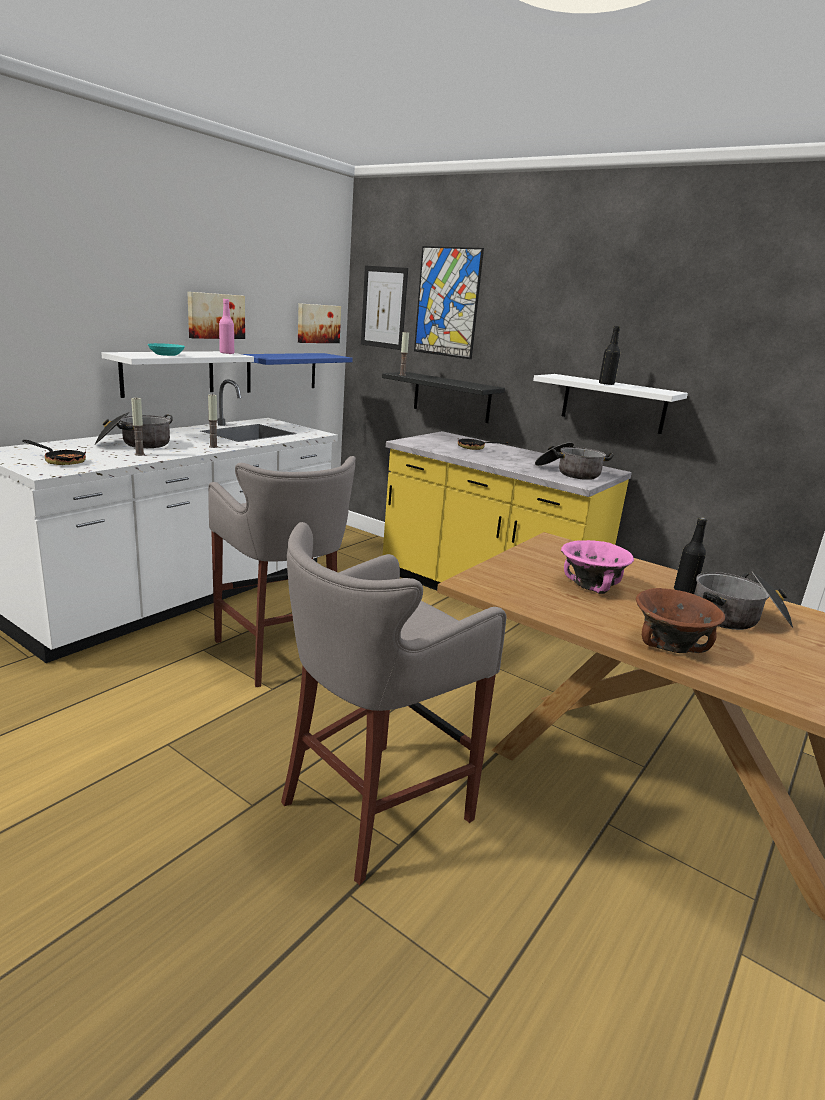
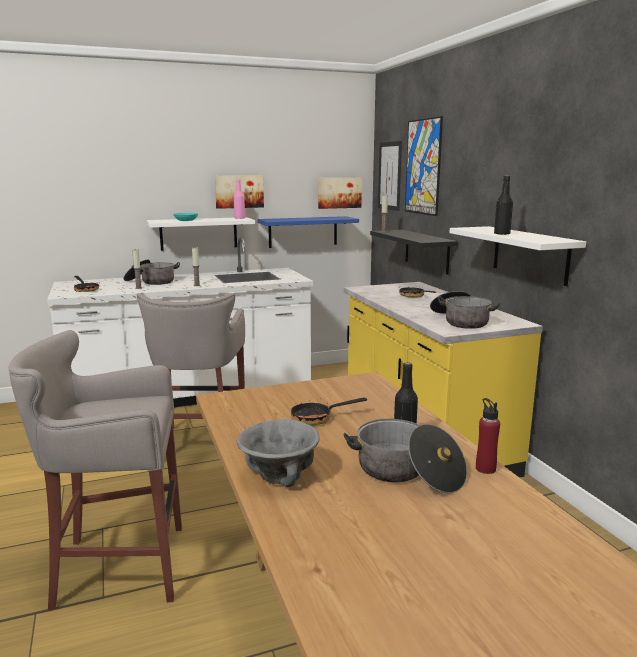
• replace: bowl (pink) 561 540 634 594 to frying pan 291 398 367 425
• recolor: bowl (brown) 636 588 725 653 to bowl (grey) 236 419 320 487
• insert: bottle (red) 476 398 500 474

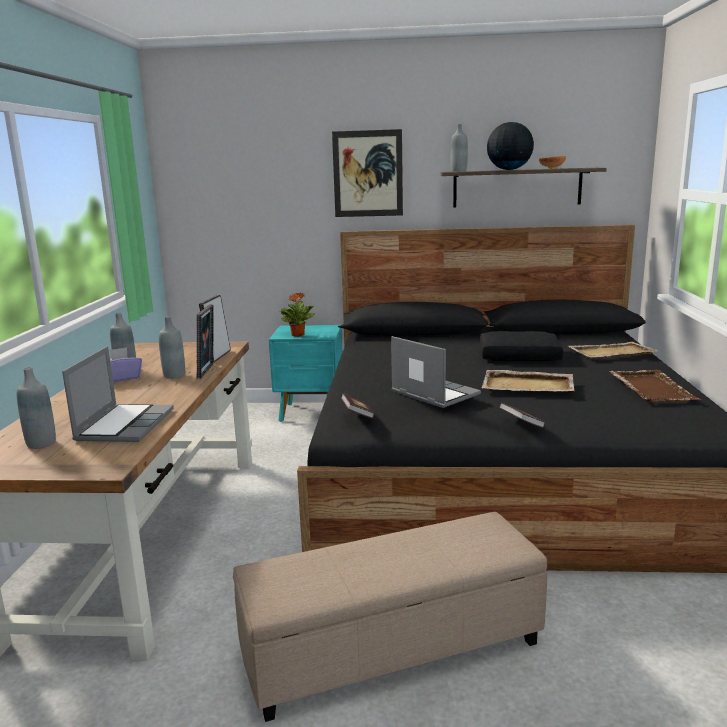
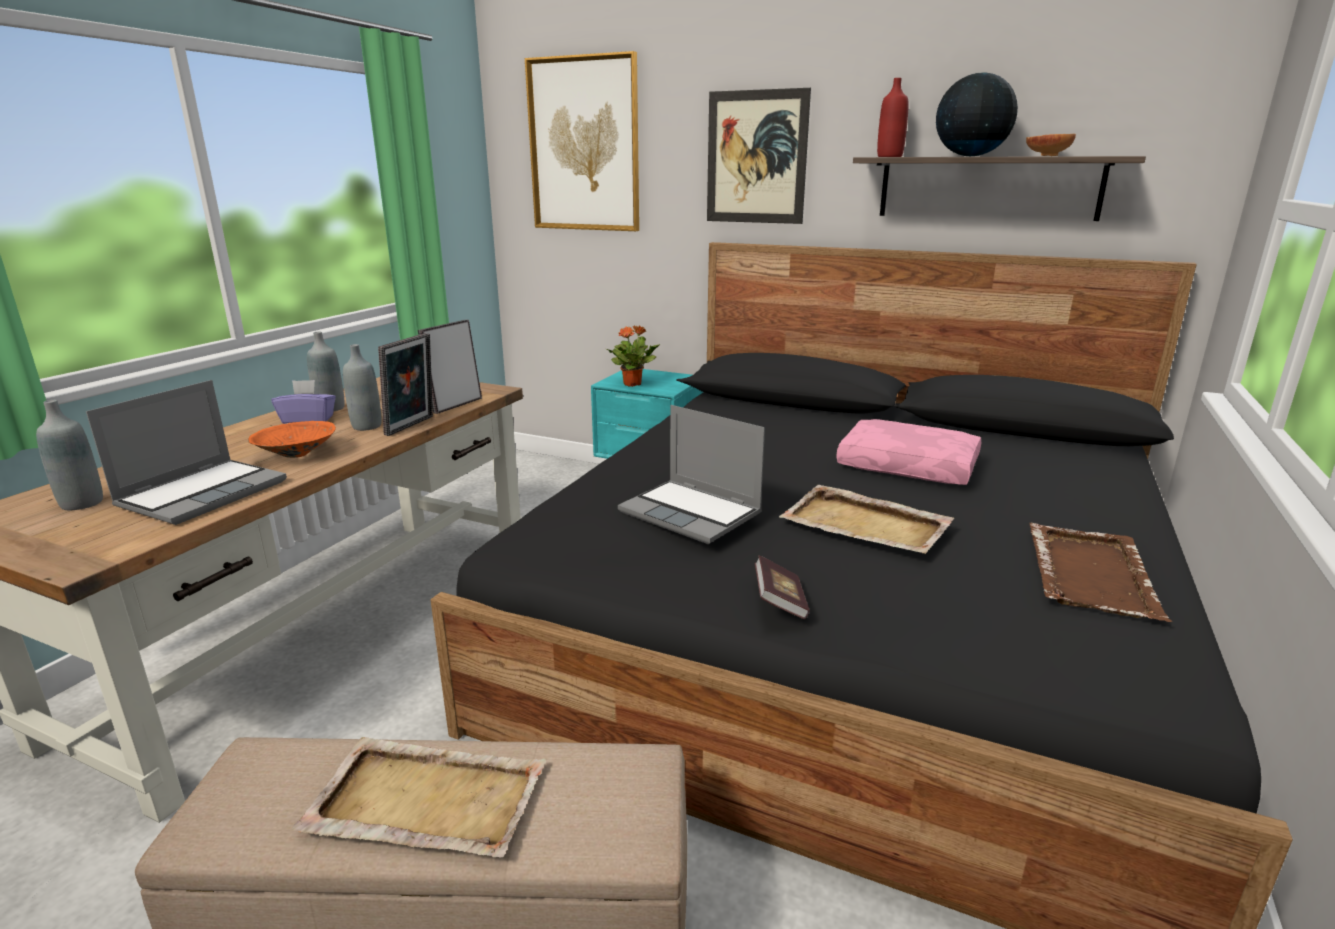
• delete: book 341 393 375 419
• rotate: laptop 391 336 481 408 = 618 405 765 544 150 degrees clockwise
• recolor: bottle (grey) 451 124 468 172 to bottle (red) 877 78 909 157
• recolor: pillow (black) 480 331 563 361 to pillow (pink) 836 419 981 485
• move: tray (beige) 568 342 658 358 to 292 737 546 857
• insert: bowl (orange) 248 421 336 458
• insert: picture 525 51 639 231

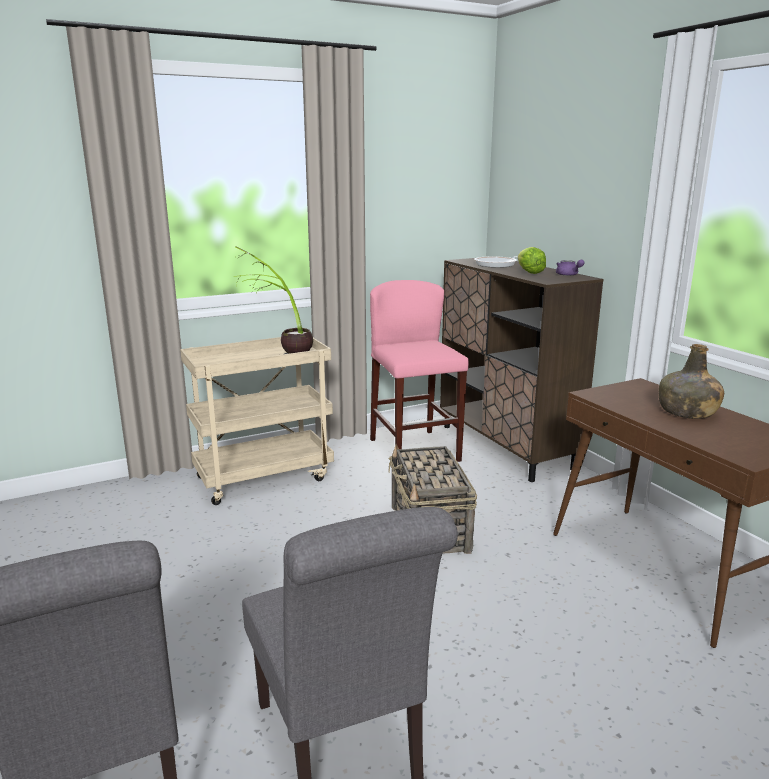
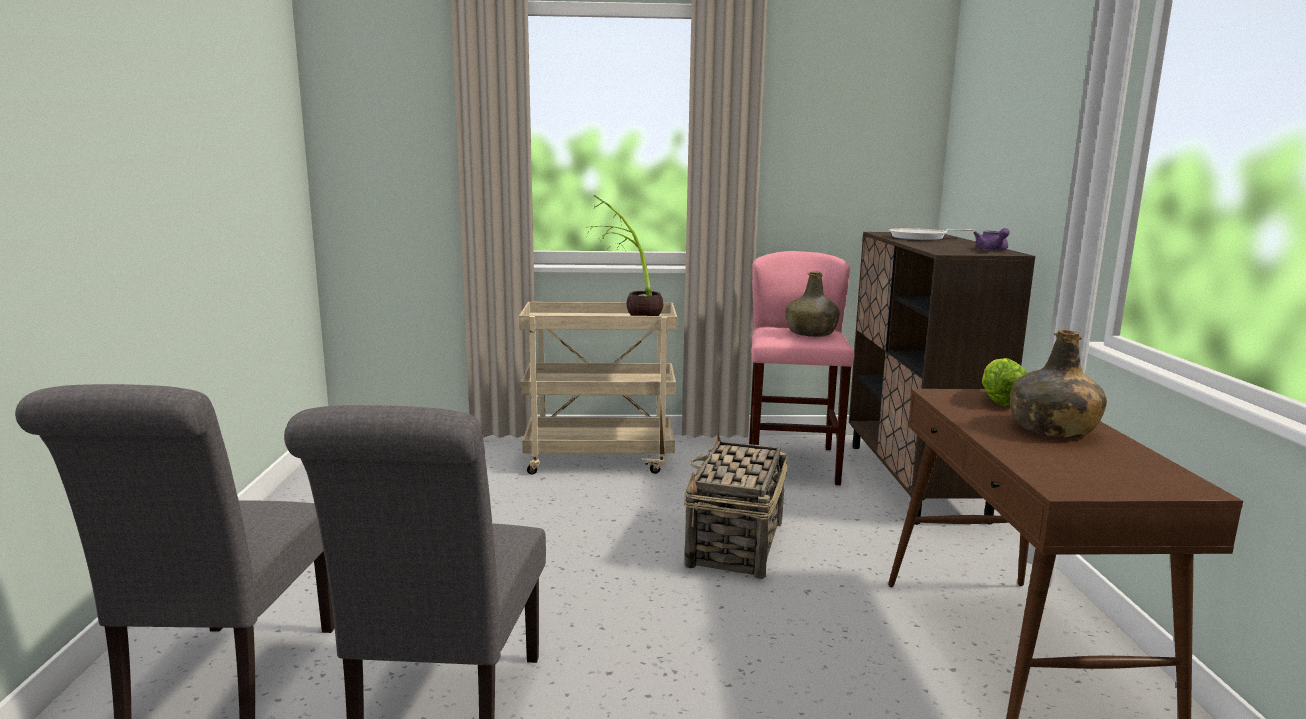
• move: lettuce 518 247 546 274 to 982 358 1027 406
• insert: bottle (green) 786 271 840 337

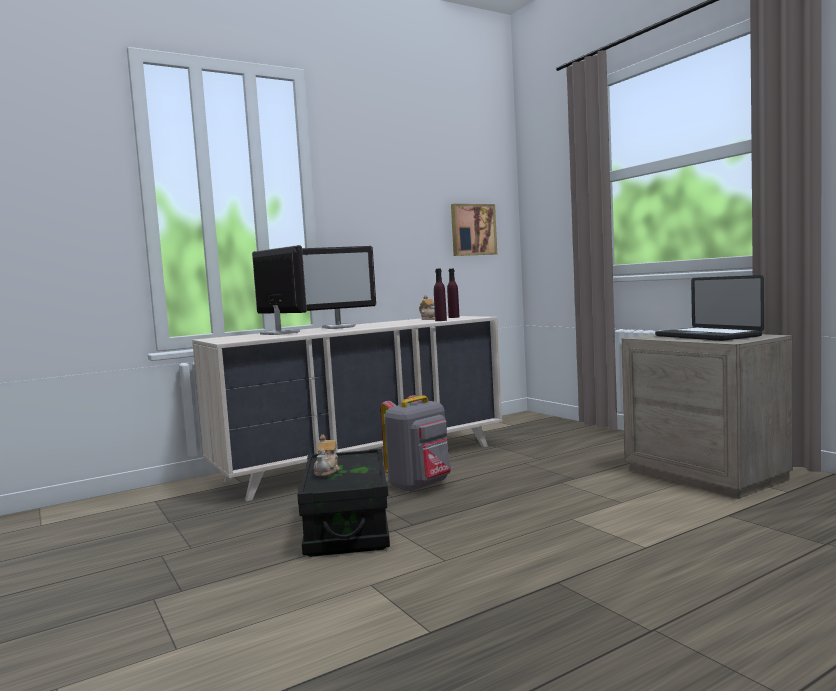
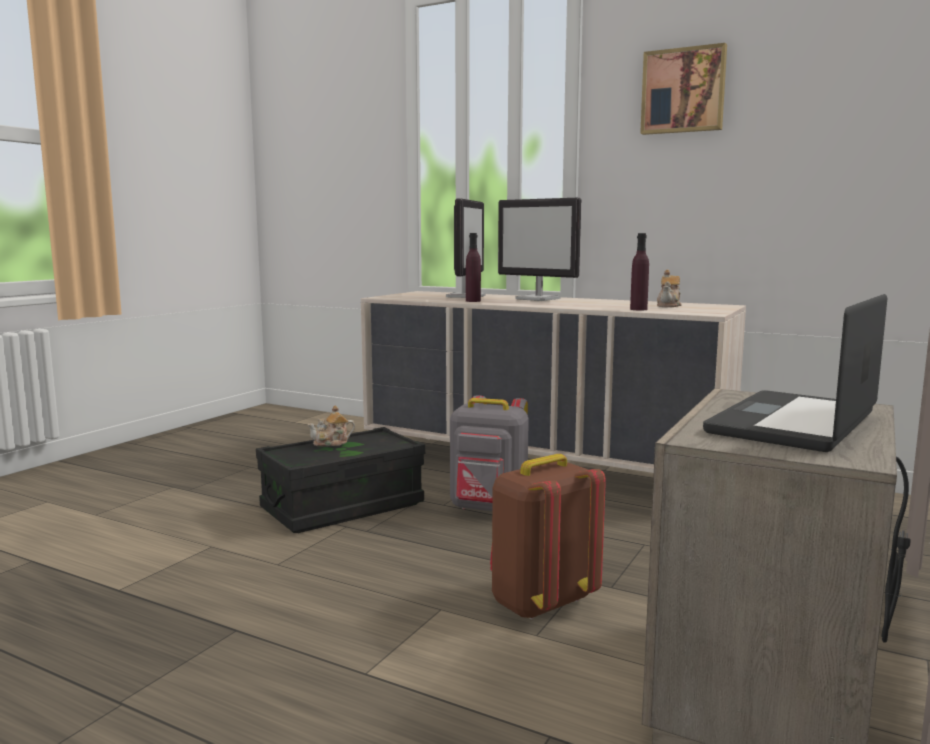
• move: bottle (purple) 447 269 459 318 to 466 233 481 302
• move: picture 451 204 497 256 to 640 43 727 135
• insert: backpack (brown) 490 454 606 620

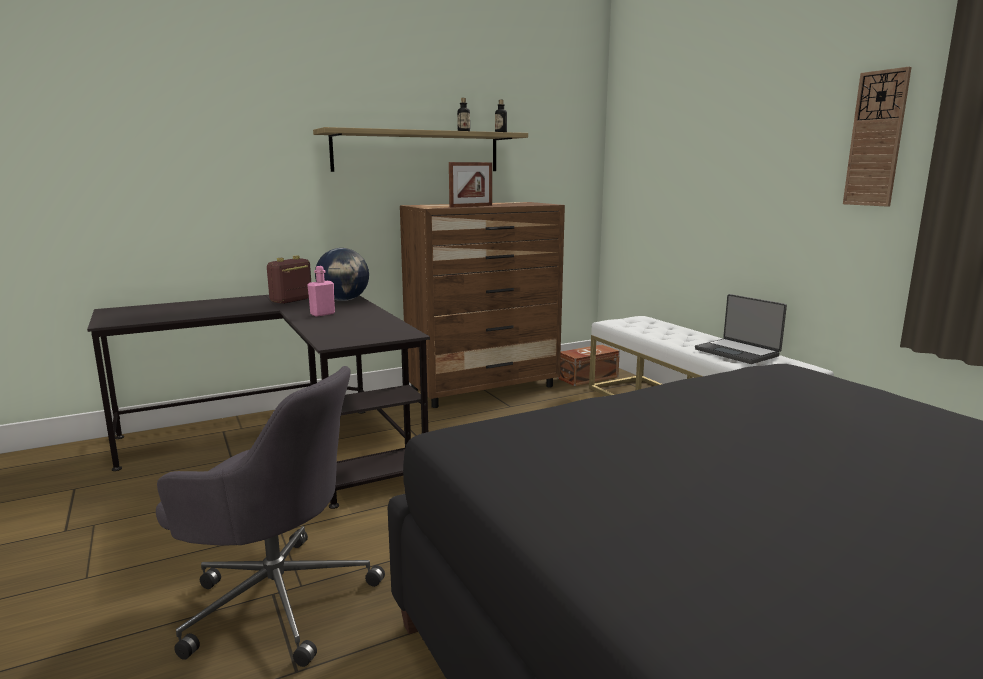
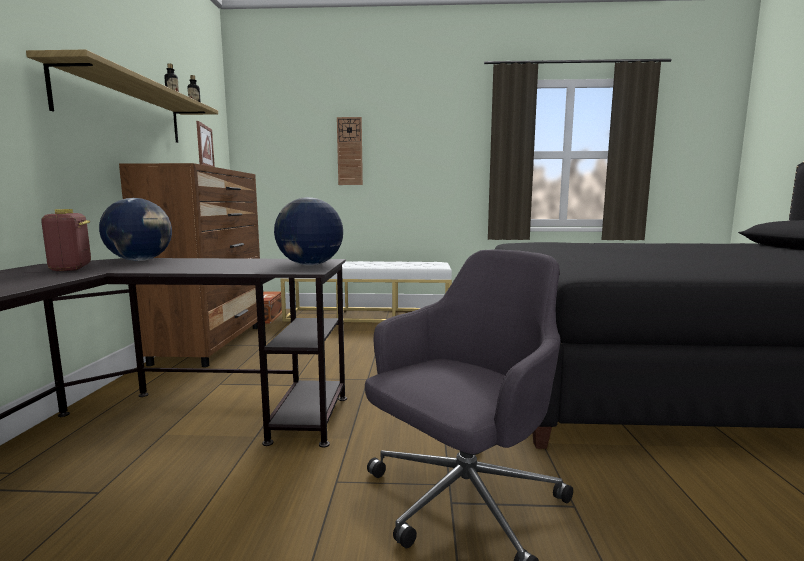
• delete: bottle (pink) 307 266 335 317
• delete: laptop 695 294 787 364
• move: wall clock 843 67 912 207 to 337 117 363 185
• insert: globe 274 197 343 266

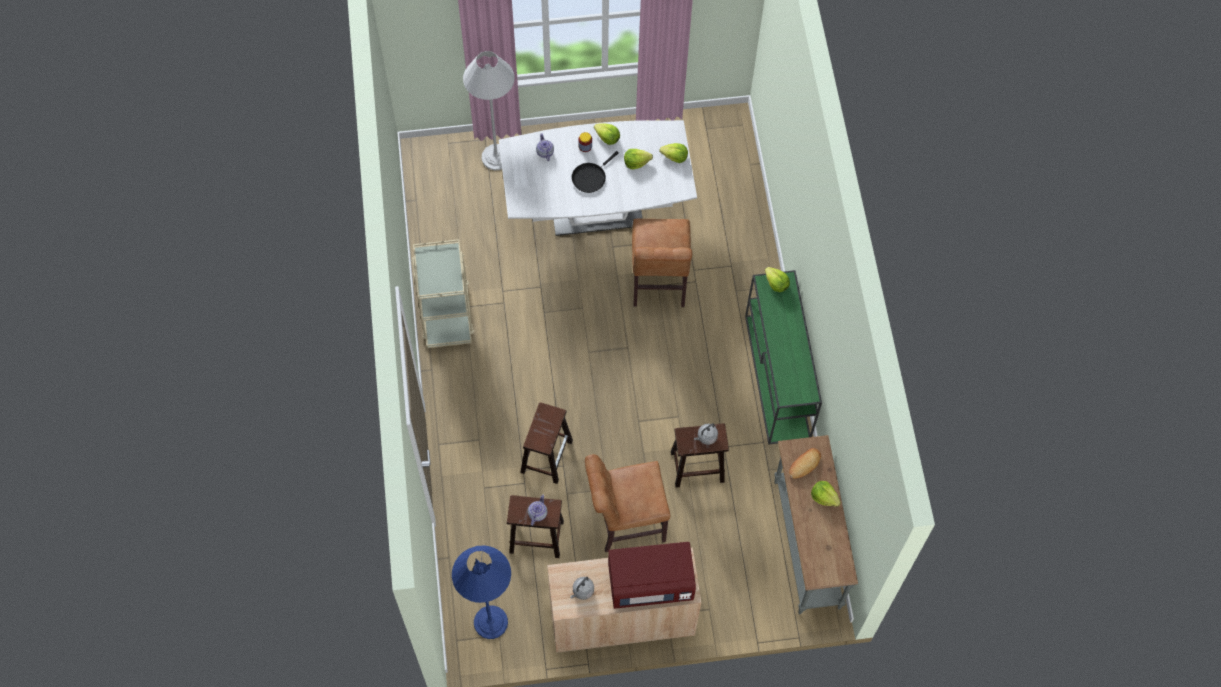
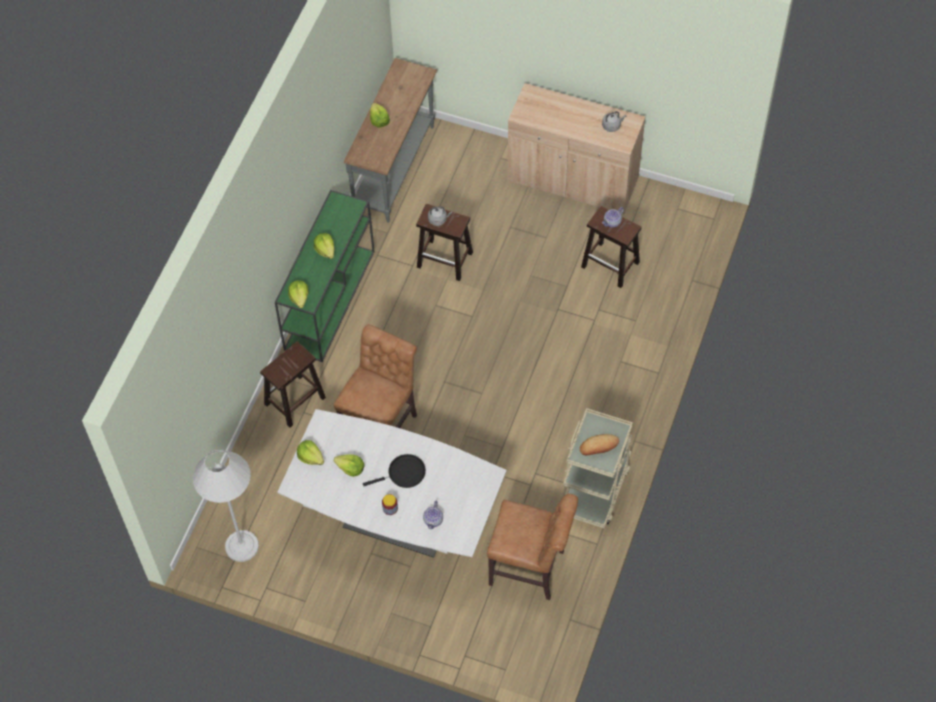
• delete: floor lamp (blue) 452 546 511 639
• move: floor lamp (white) 463 51 515 170 to 193 450 259 562
• move: stool (brown) 520 402 573 484 to 260 342 326 428
• move: chair (brown) 585 454 670 552 to 487 493 578 600
• move: lettuce 594 124 620 145 to 314 233 334 259
• delete: microwave (red) 608 542 696 609
• move: bread 789 448 821 478 to 580 434 620 455

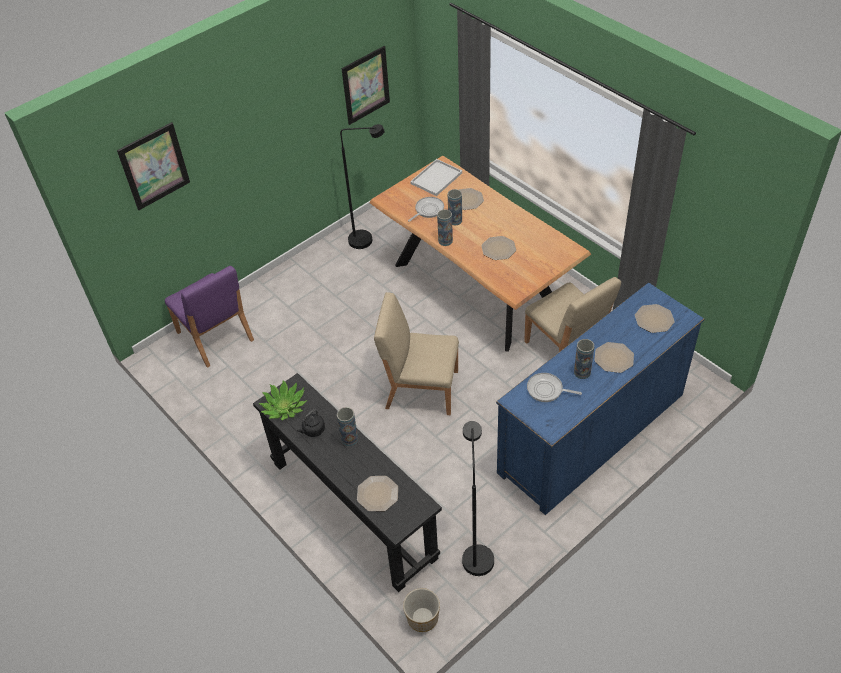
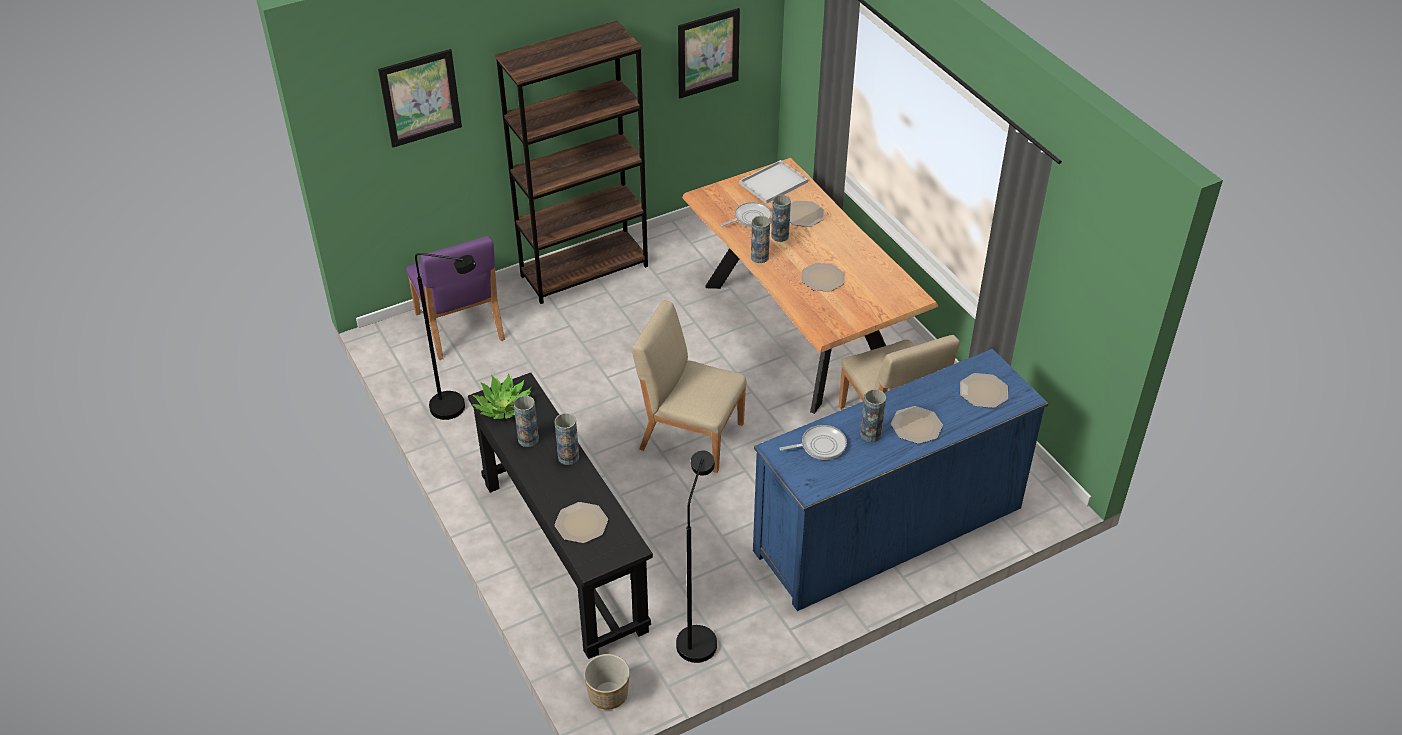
• replace: kettle (black) 297 410 325 437 to vase 514 396 539 447
• move: floor lamp (black) 340 124 385 249 to 415 253 476 420
• rotate: frying pan 527 373 582 402 = 779 425 847 460 135 degrees clockwise
• insert: bookcase (brown) 495 20 648 304

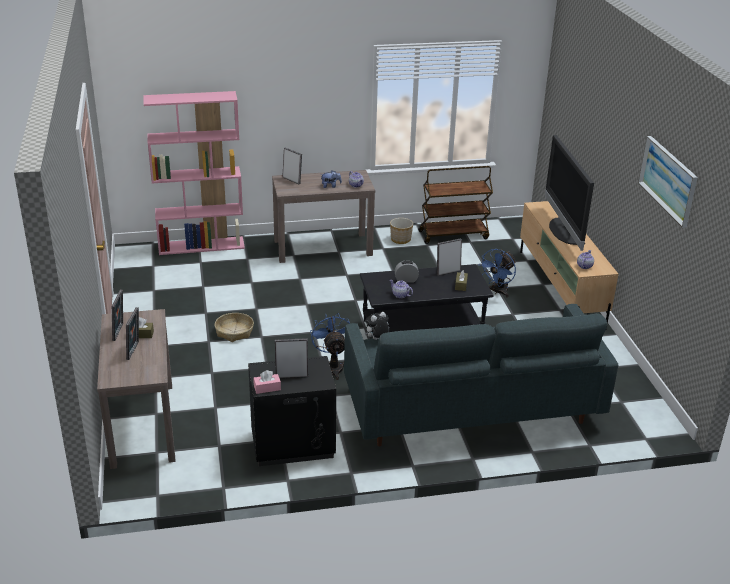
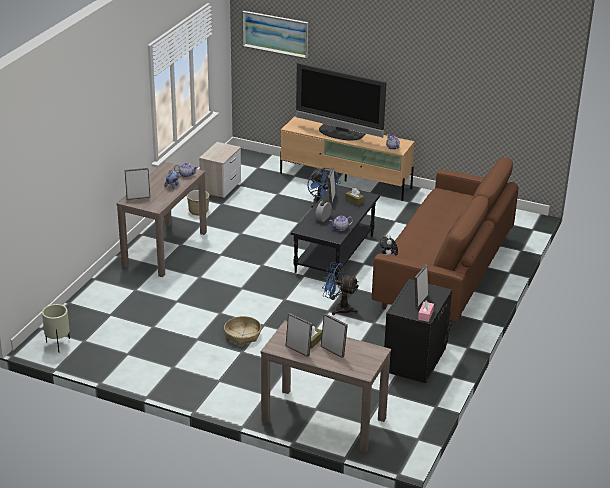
• delete: bookcase (pink) 144 91 245 255
• recolor: sofa (grey) 344 304 619 446 to sofa (brown) 372 157 519 322
• replace: cart (brown) 418 166 493 244 to nightstand 199 142 241 198
• move: picture 638 136 698 228 to 242 11 308 59
• insert: planter (beige) 42 304 70 353

